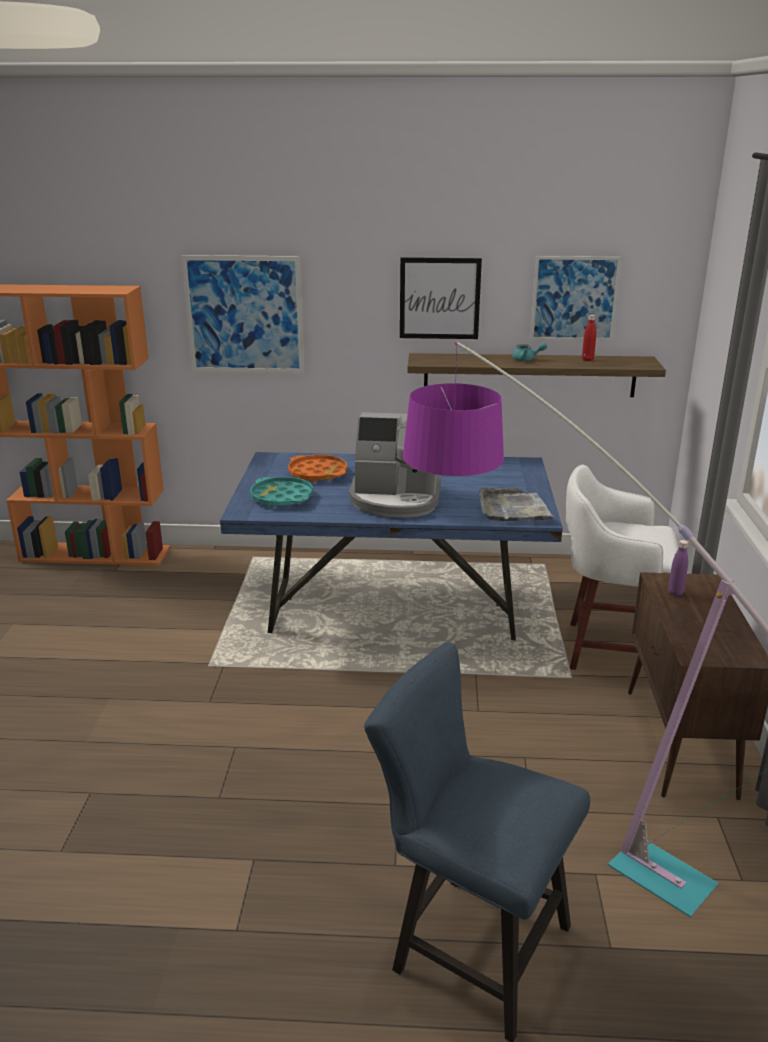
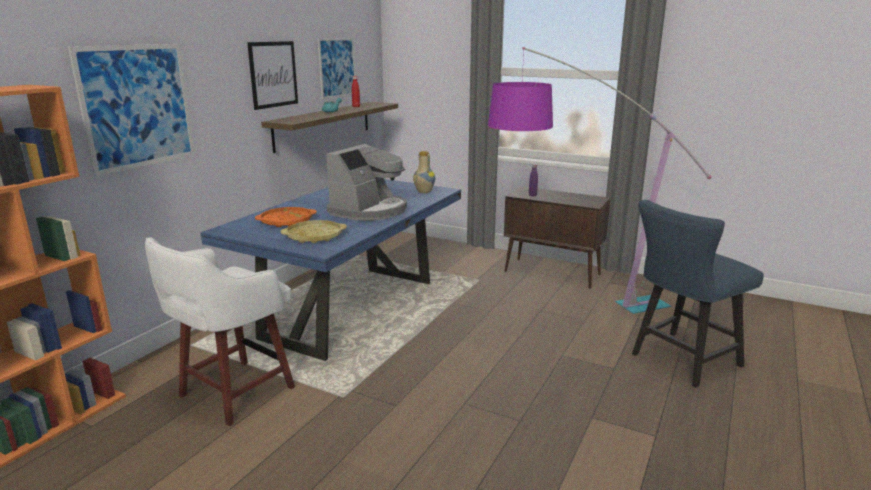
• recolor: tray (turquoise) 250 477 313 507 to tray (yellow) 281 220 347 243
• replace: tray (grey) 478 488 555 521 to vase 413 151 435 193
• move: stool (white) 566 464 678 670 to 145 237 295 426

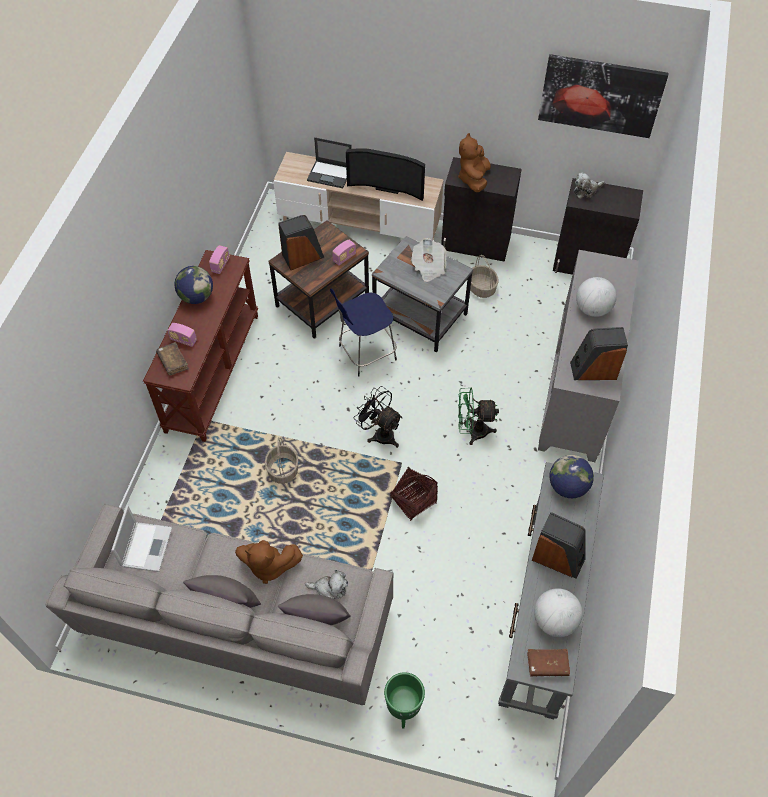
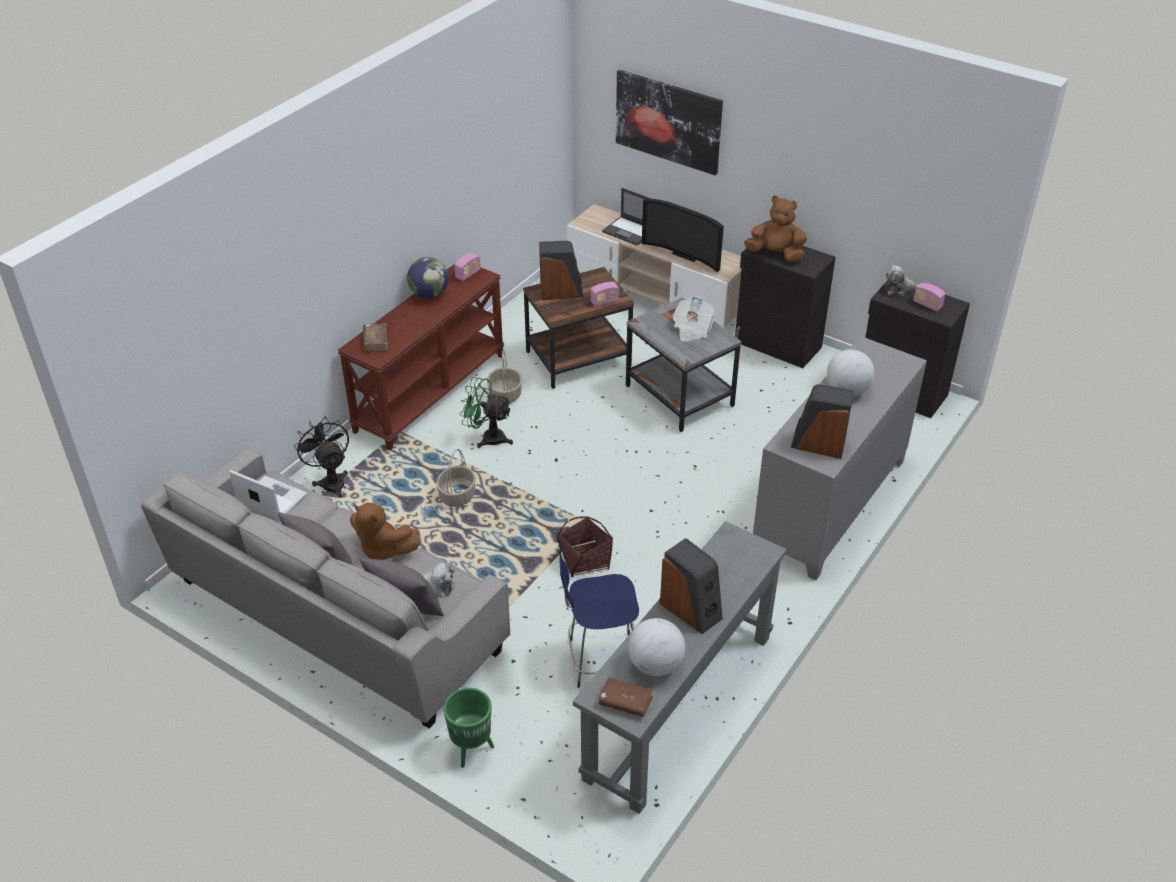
• rotate: laptop 111 505 172 572 = 229 470 307 520 90 degrees counterclockwise
• move: radio 167 323 197 347 to 913 283 945 311
• move: stool (blue) 330 288 397 376 to 559 551 639 688
• move: fan (black) 354 386 402 448 to 294 417 349 498
• rotate: plush toy (brown) 458 133 491 192 = 744 196 807 263 75 degrees clockwise
• move: fan (green) 458 388 499 445 to 459 377 513 448
• move: basket 470 255 499 298 to 487 350 522 403
• move: picture 538 54 669 138 to 616 70 723 175
• delete: globe 549 455 594 498

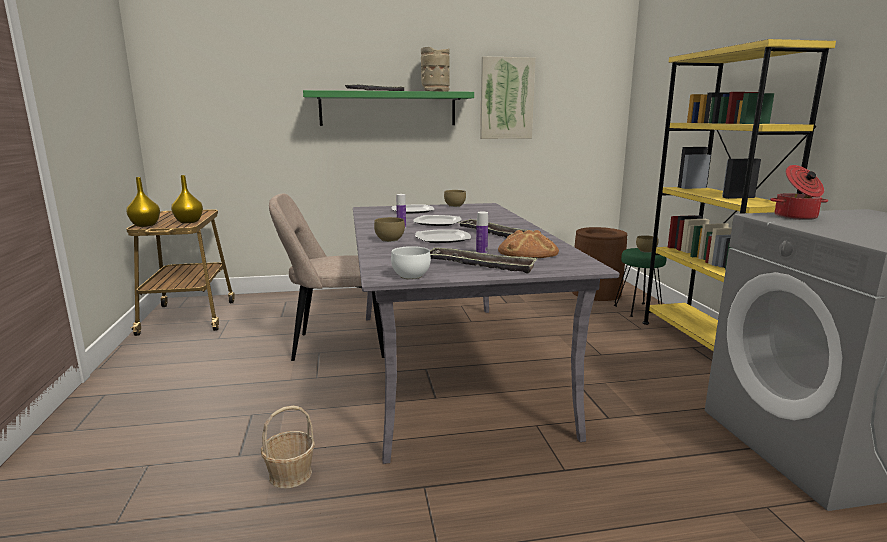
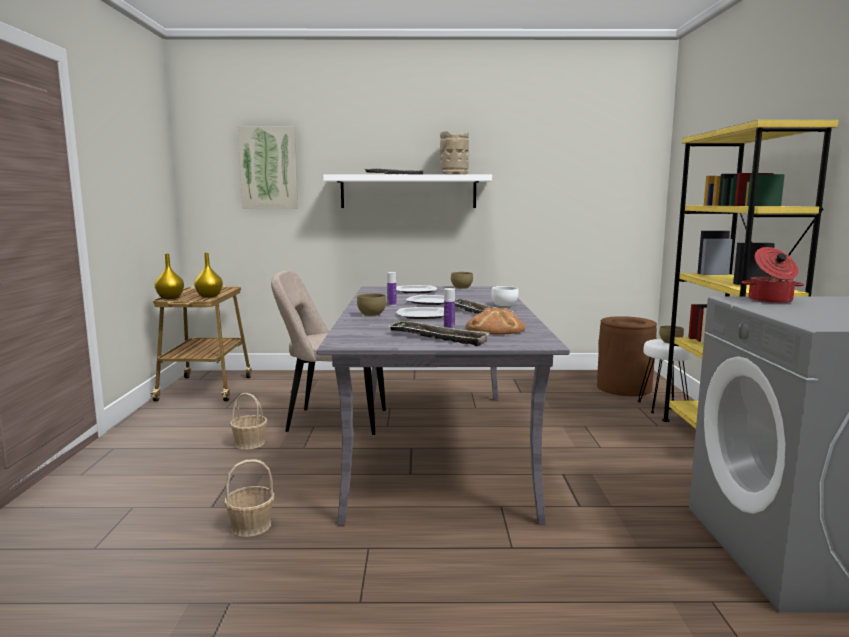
• recolor: shelf (green) 303 90 474 126 to shelf (white) 323 175 492 208
• move: bowl (white) 391 246 431 279 to 491 286 519 307
• move: picture 480 56 536 139 to 238 126 298 209
• recolor: stool (green) 614 248 667 317 to stool (white) 638 339 693 413
• insert: basket 230 393 267 450

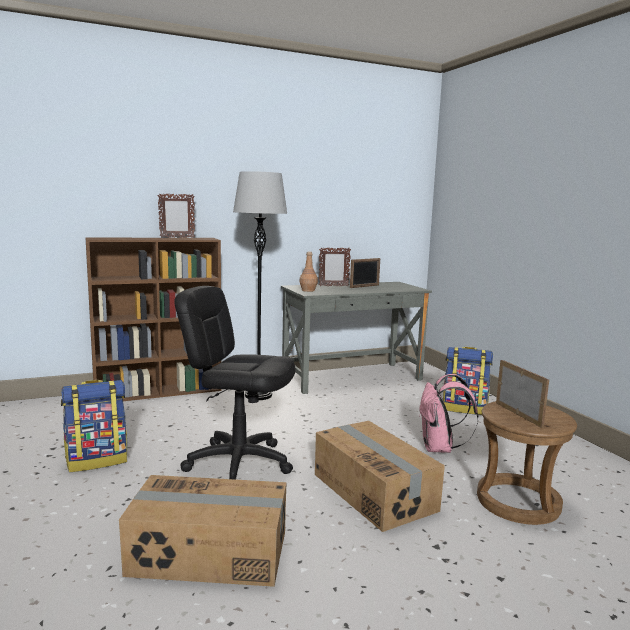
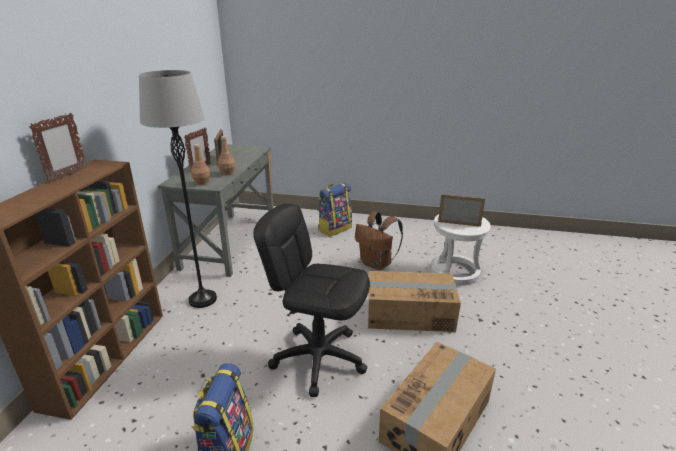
• rotate: office chair (black) 174 286 295 480 = 253 203 370 397 60 degrees clockwise
• recolor: backpack (pink) 419 374 478 453 to backpack (brown) 355 211 403 270
• recolor: stool (brown) 477 401 577 525 to stool (white) 431 214 491 285
• insert: bottle (brown) 218 136 236 175

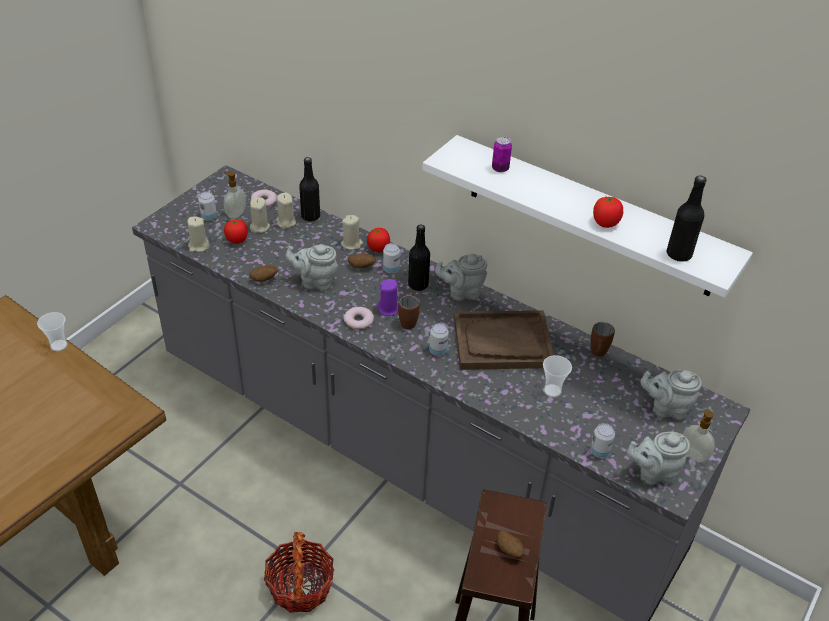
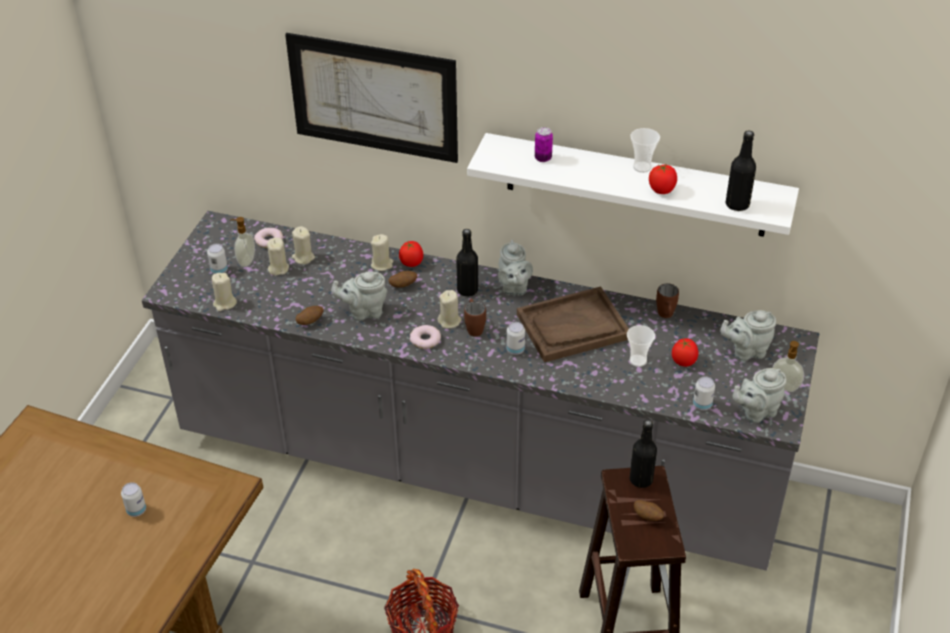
• move: cup 37 312 68 351 to 630 128 660 173
• move: tomato 224 219 248 244 to 672 338 699 367
• move: bottle (black) 299 157 320 221 to 630 420 657 488
• recolor: candle (purple) 378 279 398 316 to candle (beige) 438 290 462 328
• move: can 383 243 400 273 to 121 482 146 517
• rotate: teapot (grey) 435 254 487 301 = 498 240 533 295 75 degrees counterclockwise
• insert: picture 285 33 458 163

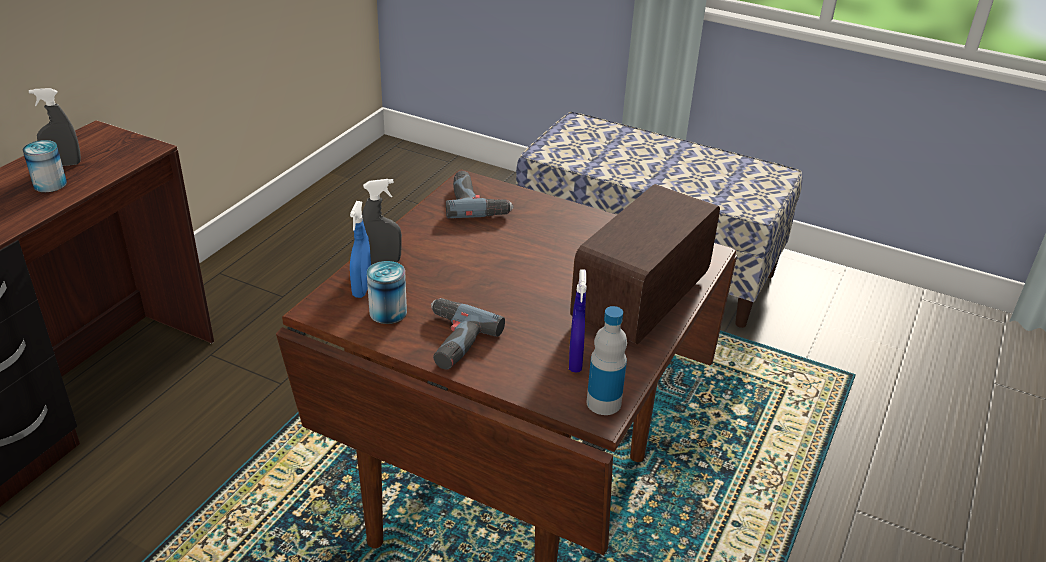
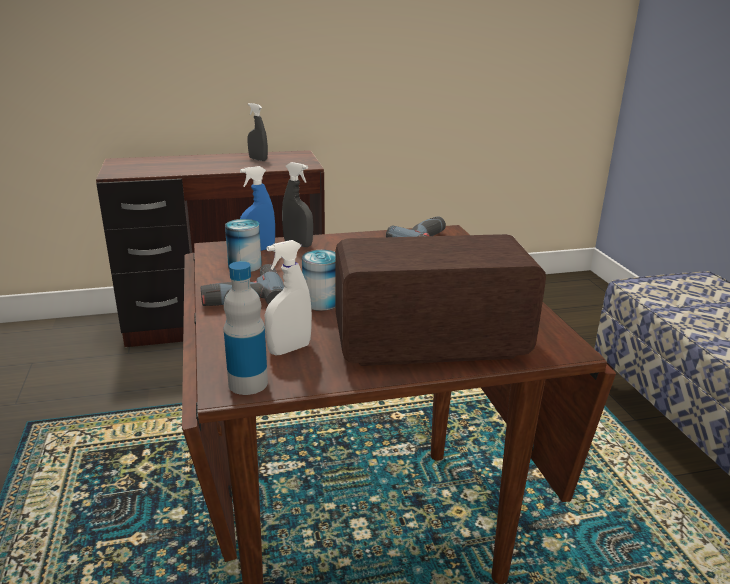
• move: can 23 140 67 192 to 302 250 336 311
• recolor: spray bottle (blue) 569 269 587 373 to spray bottle (white) 265 240 312 355

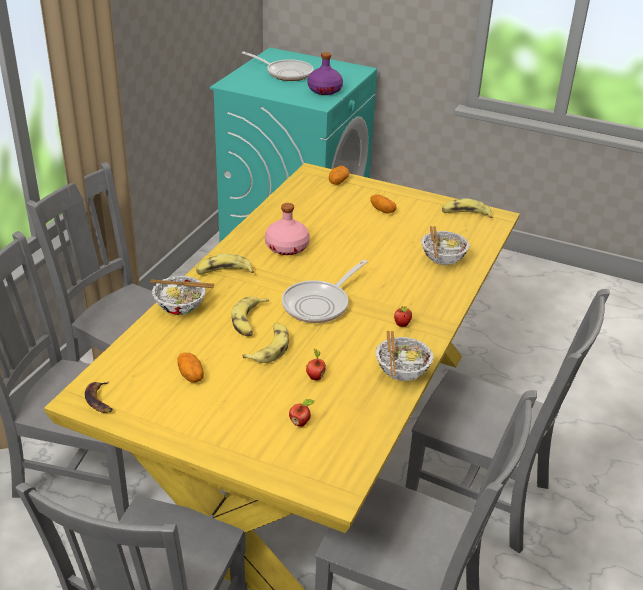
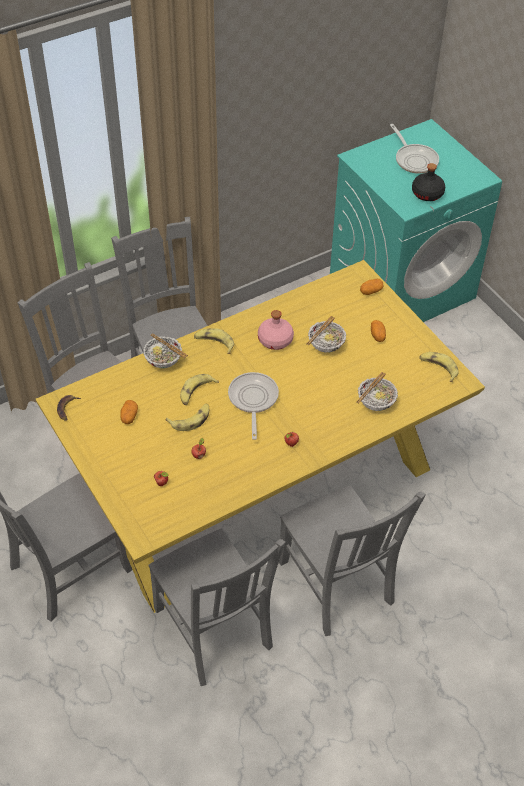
• rotate: frying pan 282 260 367 323 = 228 372 279 440 105 degrees clockwise
• recolor: bottle (purple) 308 52 343 95 to bottle (black) 412 163 445 201
• move: bowl 375 331 434 381 to 306 316 346 353

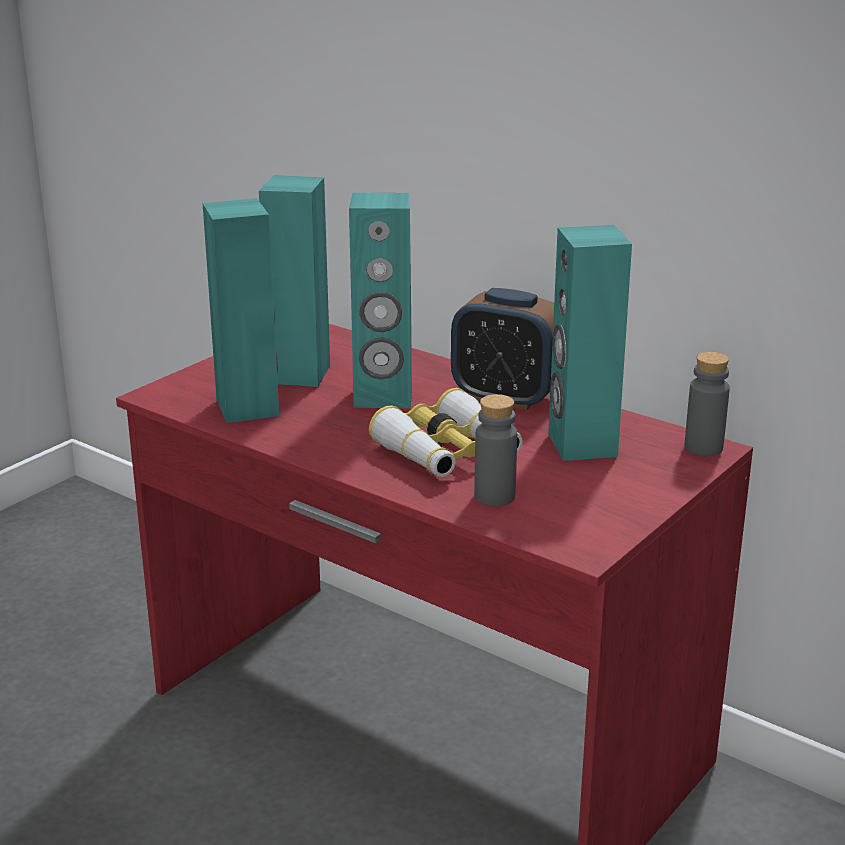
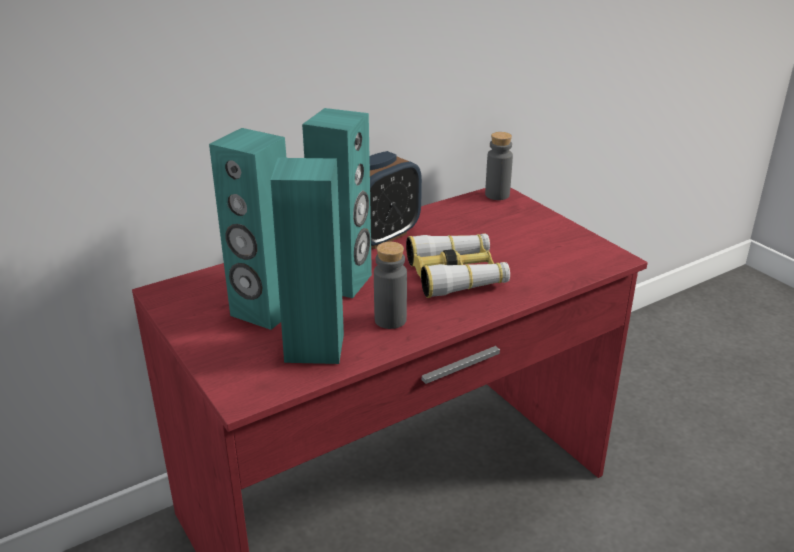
• move: bottle (grey) 474 394 517 506 to 374 242 407 329
• delete: speaker (turquoise) 548 225 632 461

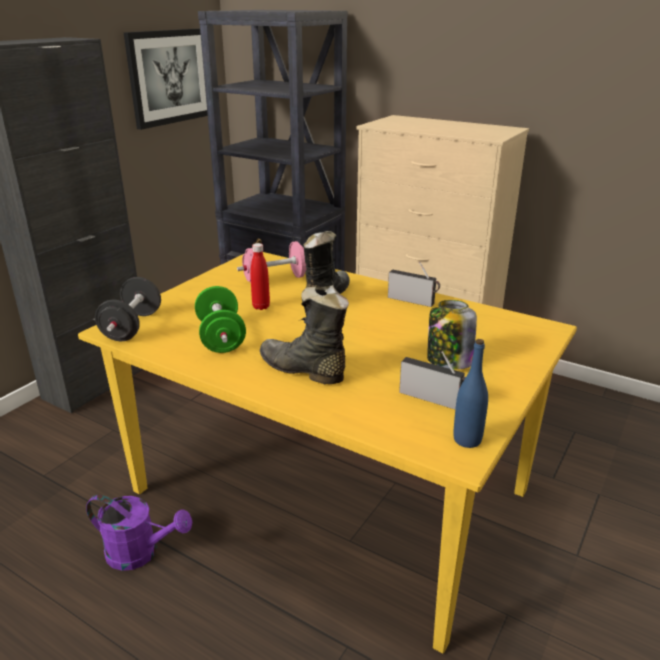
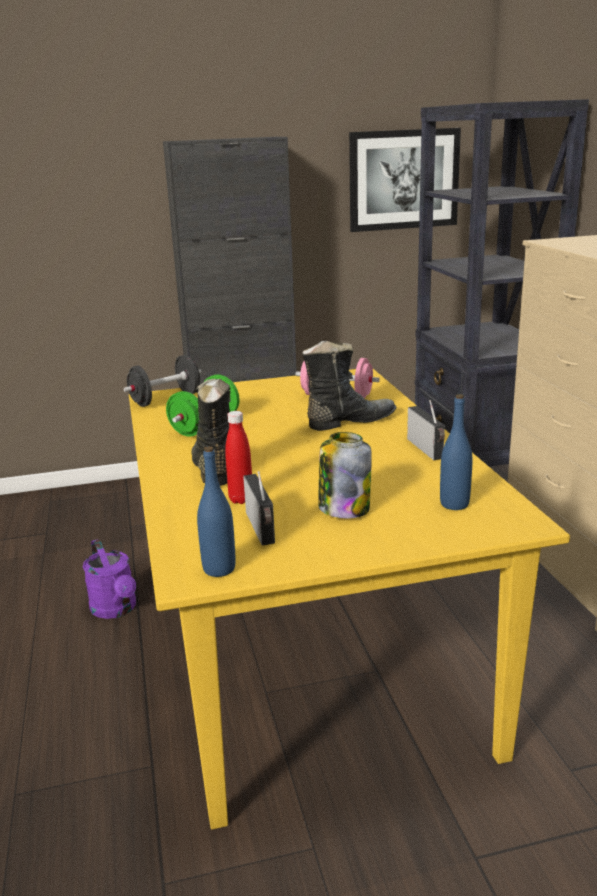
• move: bottle (red) 250 243 270 310 to 225 411 252 504
• insert: bottle (blue) 440 394 472 510

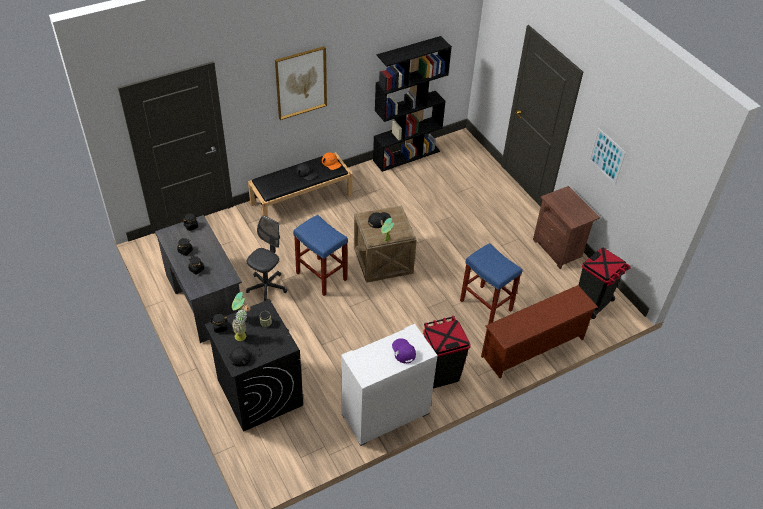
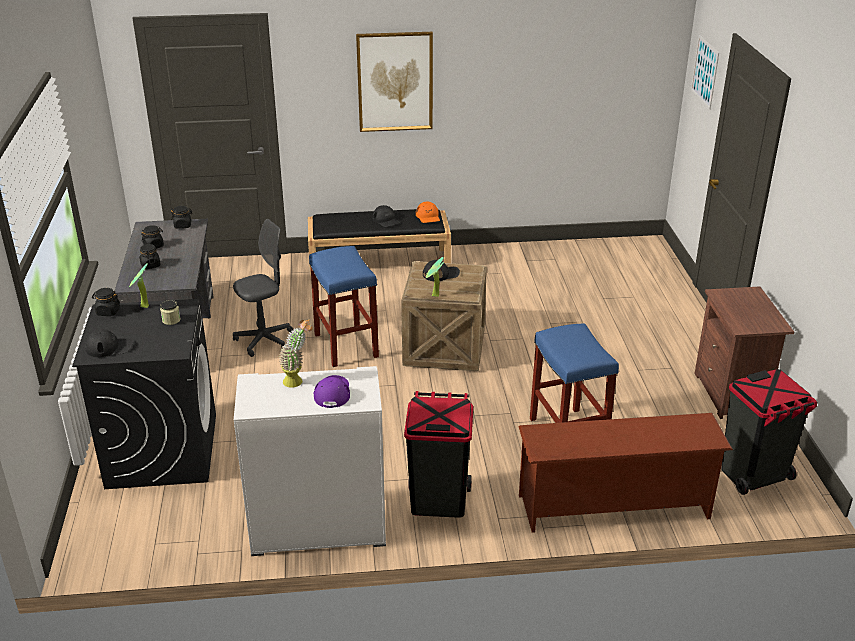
• move: potted plant 233 305 251 341 to 279 319 313 388
• delete: bookcase (black) 373 36 452 172
• move: picture 589 128 626 185 to 691 35 719 110

